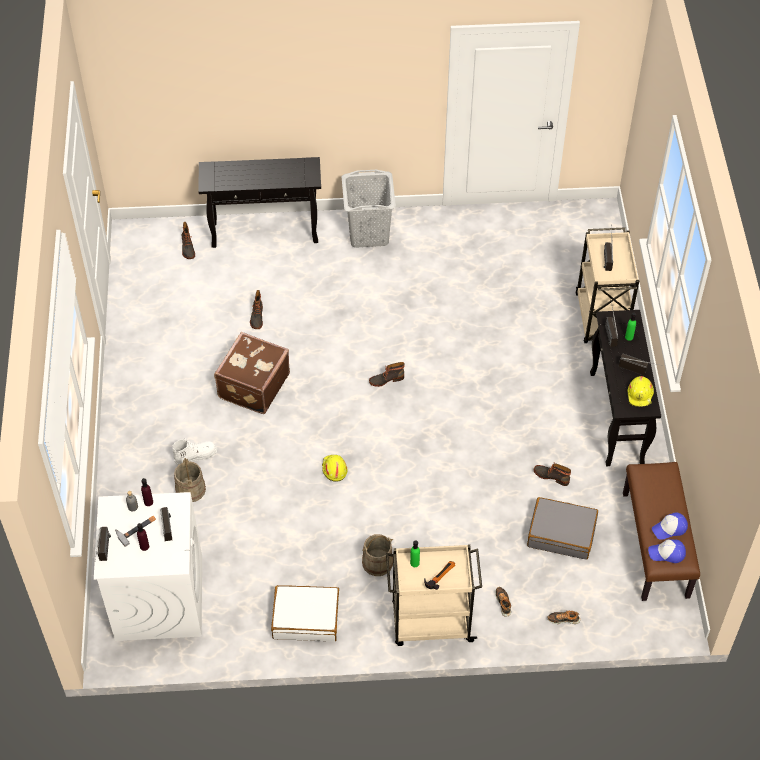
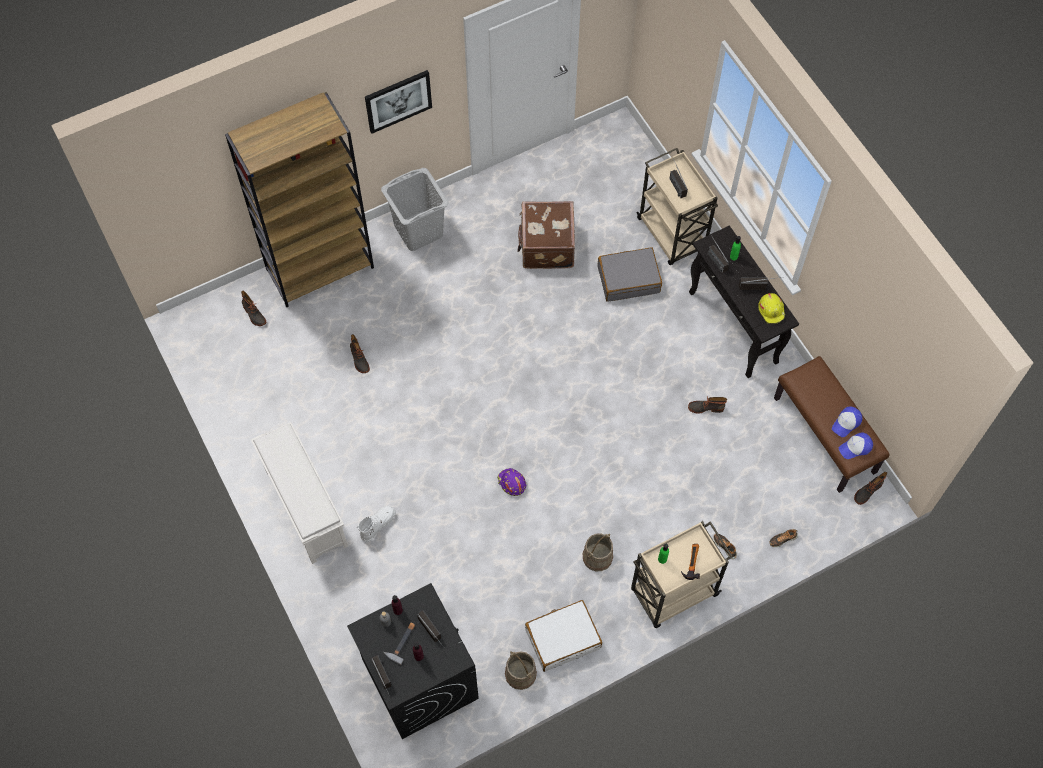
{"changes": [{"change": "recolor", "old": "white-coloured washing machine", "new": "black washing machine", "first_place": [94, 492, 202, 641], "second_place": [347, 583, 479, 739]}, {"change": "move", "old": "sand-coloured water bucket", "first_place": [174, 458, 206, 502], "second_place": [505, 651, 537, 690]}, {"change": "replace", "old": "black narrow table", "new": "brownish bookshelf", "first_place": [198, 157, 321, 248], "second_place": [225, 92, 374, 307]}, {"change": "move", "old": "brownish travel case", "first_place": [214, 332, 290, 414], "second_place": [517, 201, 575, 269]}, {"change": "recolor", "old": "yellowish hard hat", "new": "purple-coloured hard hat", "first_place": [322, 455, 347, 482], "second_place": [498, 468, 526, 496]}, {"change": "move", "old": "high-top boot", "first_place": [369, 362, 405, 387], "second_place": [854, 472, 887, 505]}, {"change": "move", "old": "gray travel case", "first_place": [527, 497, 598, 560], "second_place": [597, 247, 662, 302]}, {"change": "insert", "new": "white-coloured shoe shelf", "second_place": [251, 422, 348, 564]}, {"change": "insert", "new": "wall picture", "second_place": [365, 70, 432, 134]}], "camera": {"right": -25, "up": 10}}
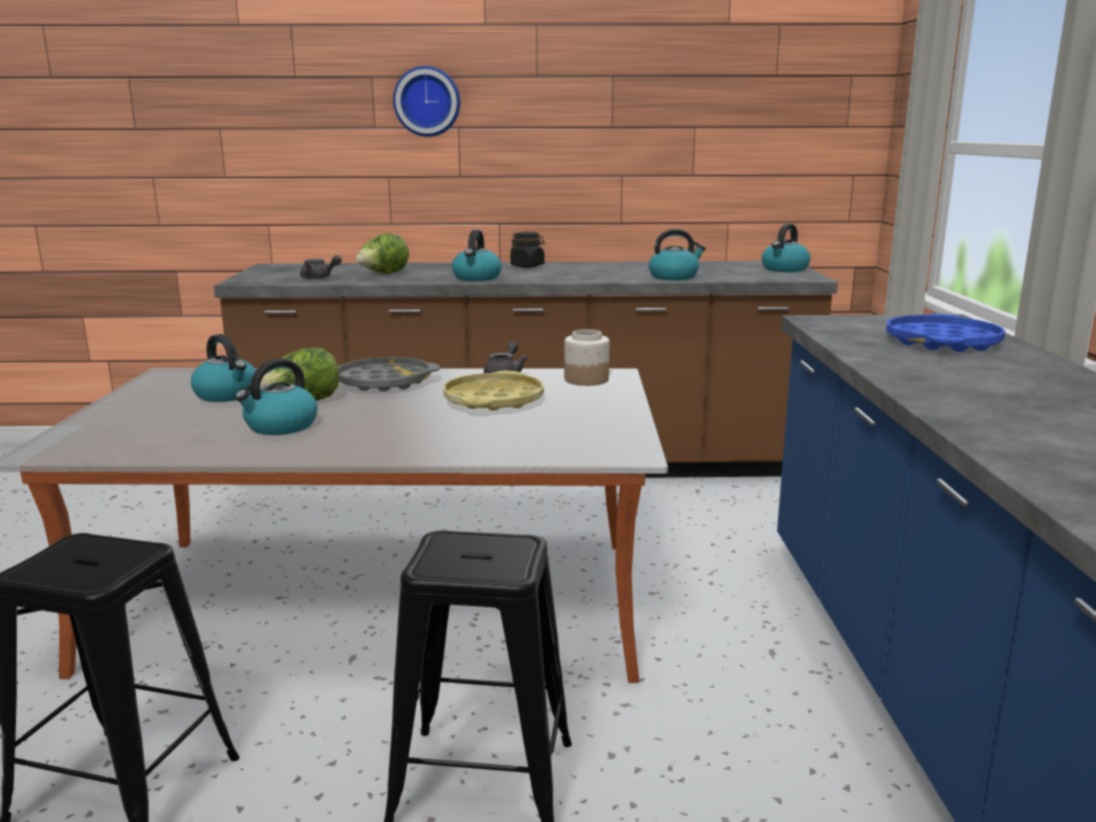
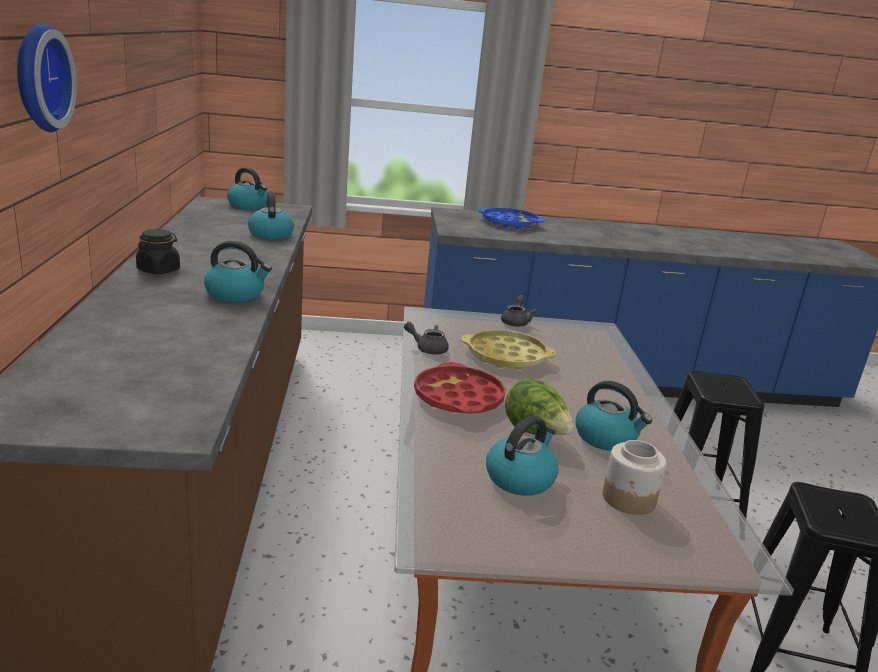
{"changes": [{"change": "move", "old": "gray pot for tea", "first_place": [300, 255, 342, 279], "second_place": [501, 295, 537, 327]}, {"change": "recolor", "old": "gray serving tray", "new": "reddish serving tray", "first_place": [338, 357, 440, 392], "second_place": [414, 362, 506, 414]}, {"change": "delete", "old": "head of lettuce", "first_place": [356, 233, 409, 274]}, {"change": "move", "old": "storage jar", "first_place": [564, 329, 609, 386], "second_place": [602, 440, 666, 515]}], "camera": {"right": -95, "up": 5}}
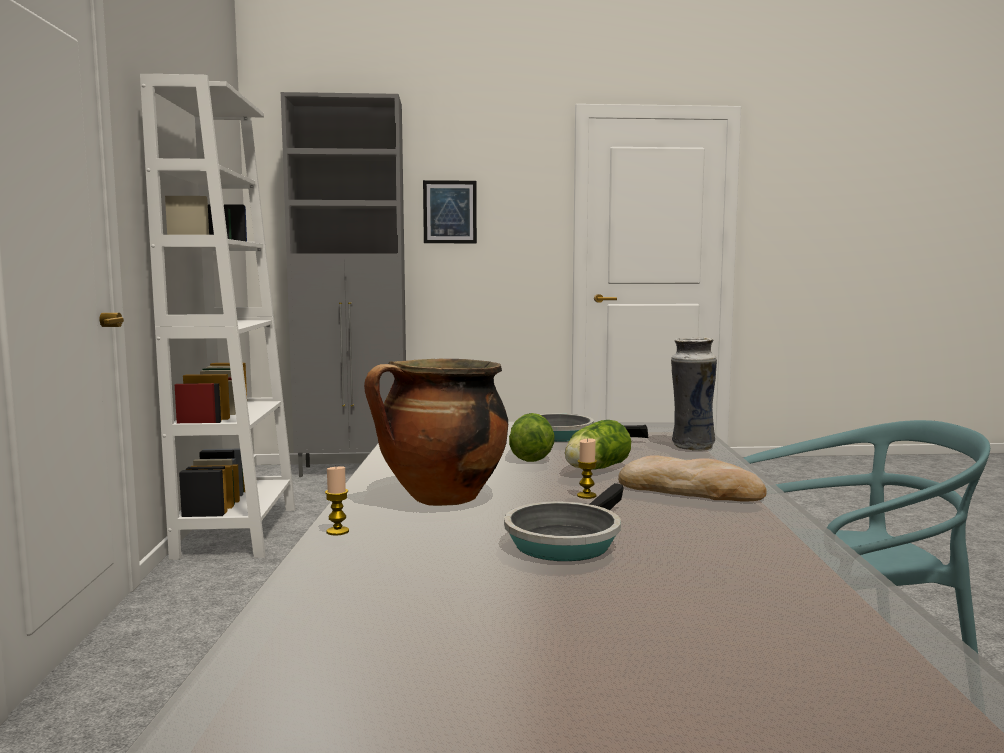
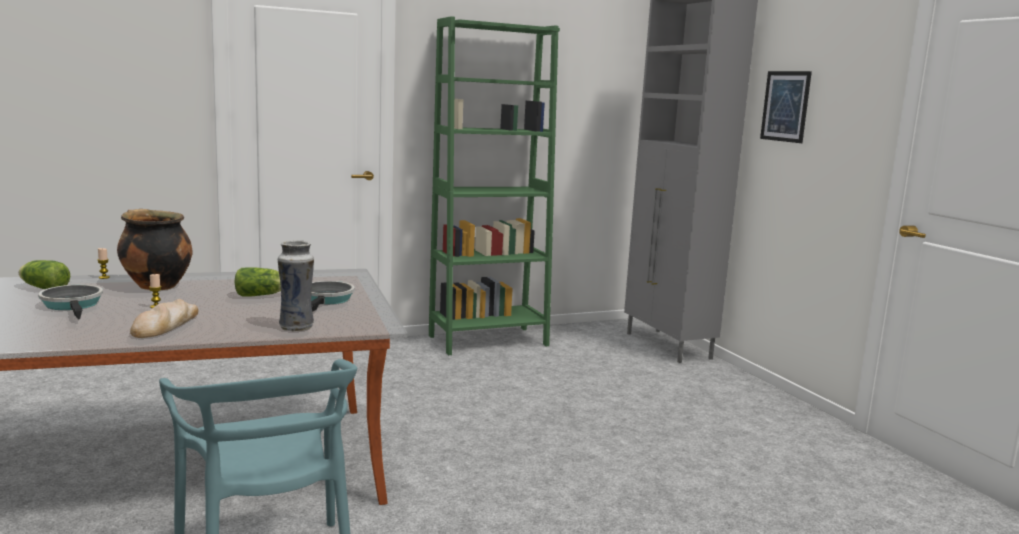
{"changes": [{"change": "recolor", "old": "white-coloured bookshelf", "new": "green-coloured bookshelf", "first_place": [140, 74, 295, 560], "second_place": [429, 16, 560, 355]}, {"change": "rotate", "old": "pan", "first_place": [504, 483, 624, 561], "second_place": [38, 285, 103, 320], "degrees": 45}, {"change": "move", "old": "head of lettuce", "first_place": [565, 420, 631, 470], "second_place": [19, 260, 70, 289]}], "camera": {"right": 70, "up": 5}}
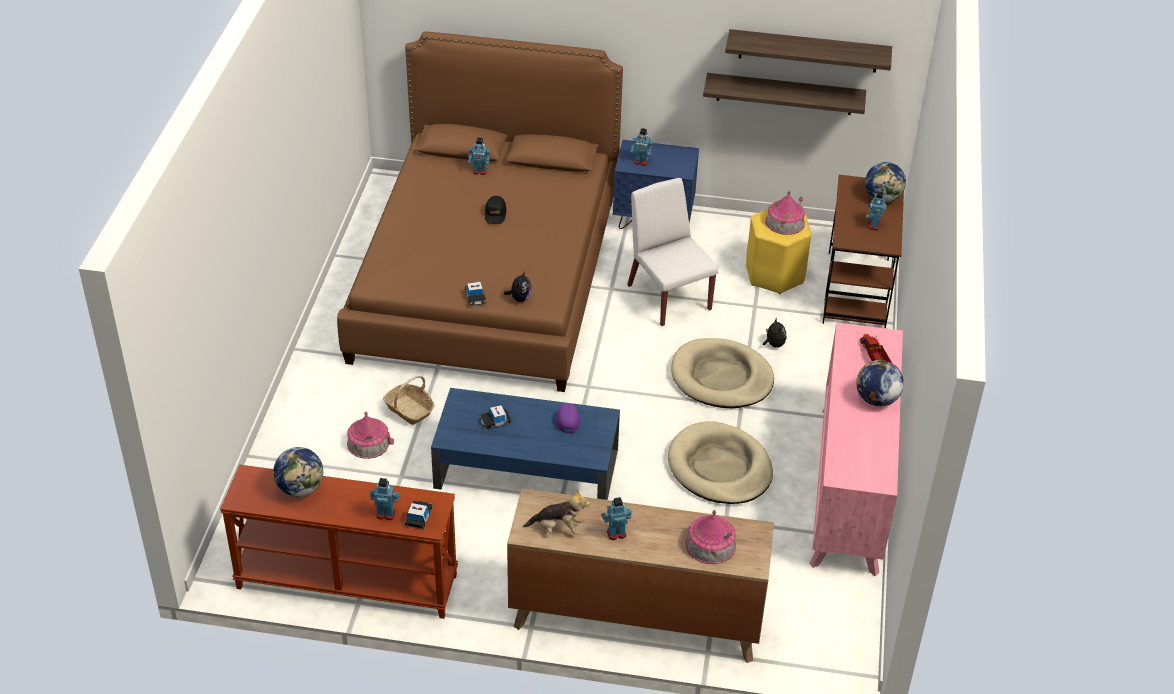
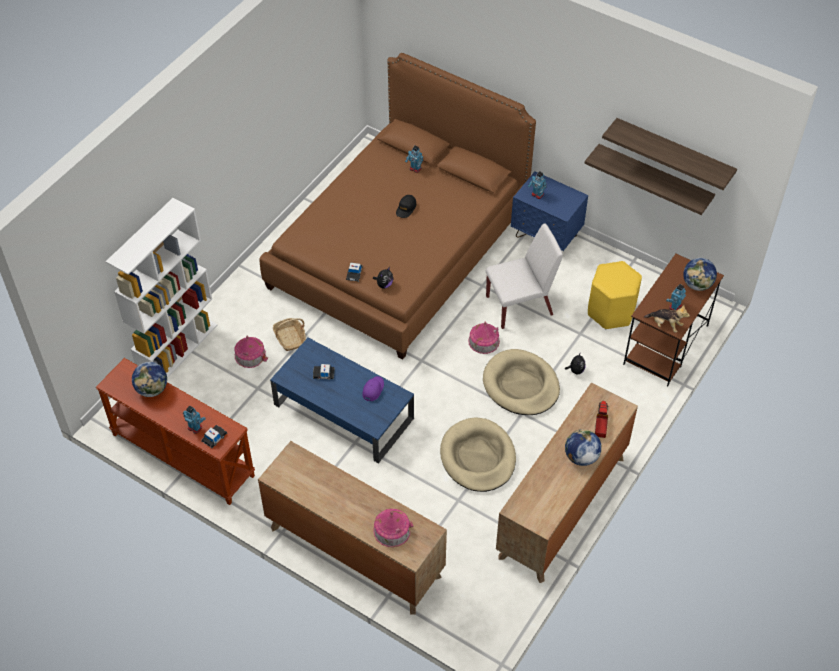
{"changes": [{"change": "move", "old": "soft toy", "first_place": [523, 489, 590, 534], "second_place": [644, 305, 690, 333]}, {"change": "delete", "old": "toy robot", "first_place": [601, 497, 632, 540]}, {"change": "rotate", "old": "white-coloured chair", "first_place": [627, 178, 718, 326], "second_place": [486, 223, 563, 329], "degrees": 75}, {"change": "move", "old": "toy house", "first_place": [765, 190, 805, 235], "second_place": [468, 322, 500, 354]}, {"change": "recolor", "old": "pinkish dresser", "new": "brownish dresser", "first_place": [810, 322, 903, 577], "second_place": [496, 383, 638, 583]}, {"change": "insert", "new": "white-coloured bookshelf", "second_place": [106, 198, 217, 378]}], "camera": {"right": 25, "up": 10}}
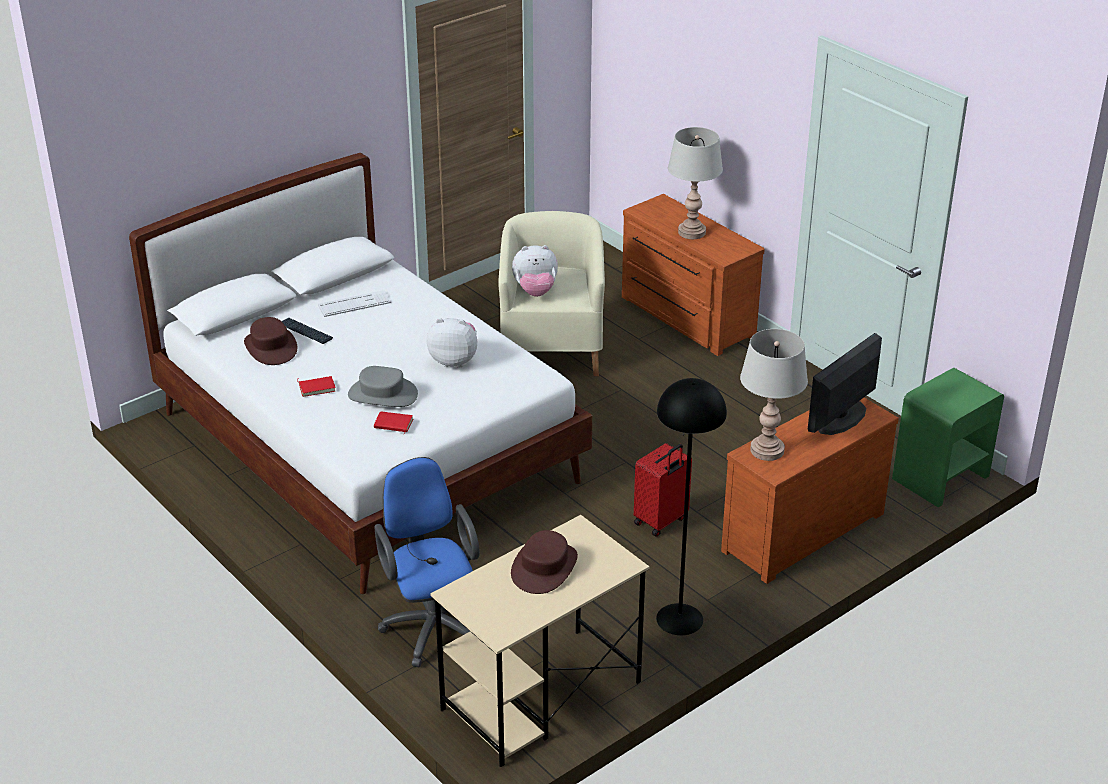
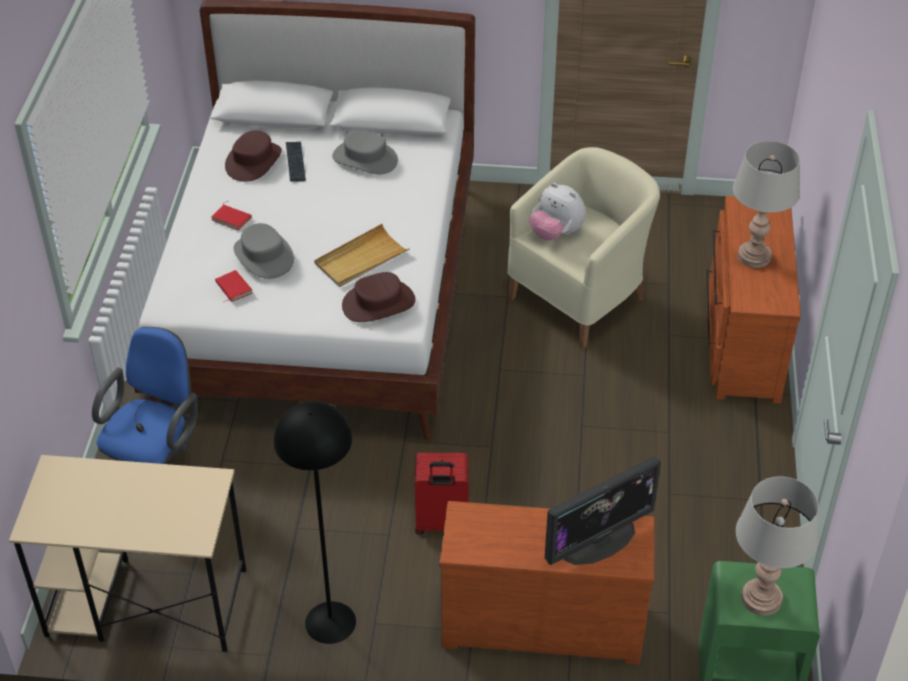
{"changes": [{"change": "replace", "old": "computer keyboard", "new": "gray hat", "first_place": [318, 290, 391, 317], "second_place": [332, 130, 398, 174]}, {"change": "replace", "old": "soft toy", "new": "sand-coloured serving tray", "first_place": [427, 318, 477, 368], "second_place": [314, 224, 410, 287]}, {"change": "move", "old": "brownish hat", "first_place": [511, 530, 578, 594], "second_place": [342, 272, 416, 322]}, {"change": "move", "old": "gray lamp for a table", "first_place": [740, 329, 808, 461], "second_place": [736, 476, 819, 616]}, {"change": "rotate", "old": "monitor", "first_place": [808, 333, 882, 435], "second_place": [545, 456, 661, 565], "degrees": 150}], "camera": {"right": 45, "up": 10}}
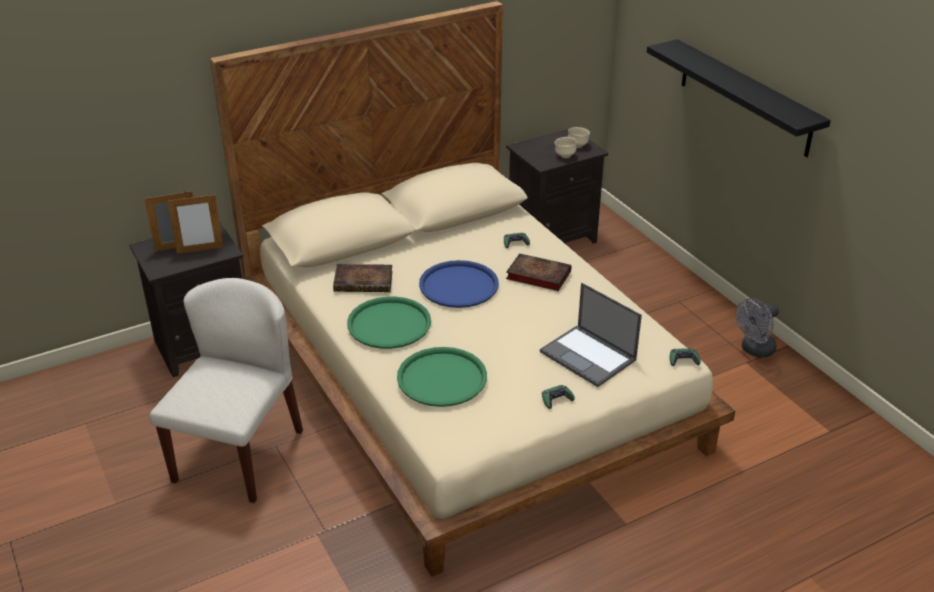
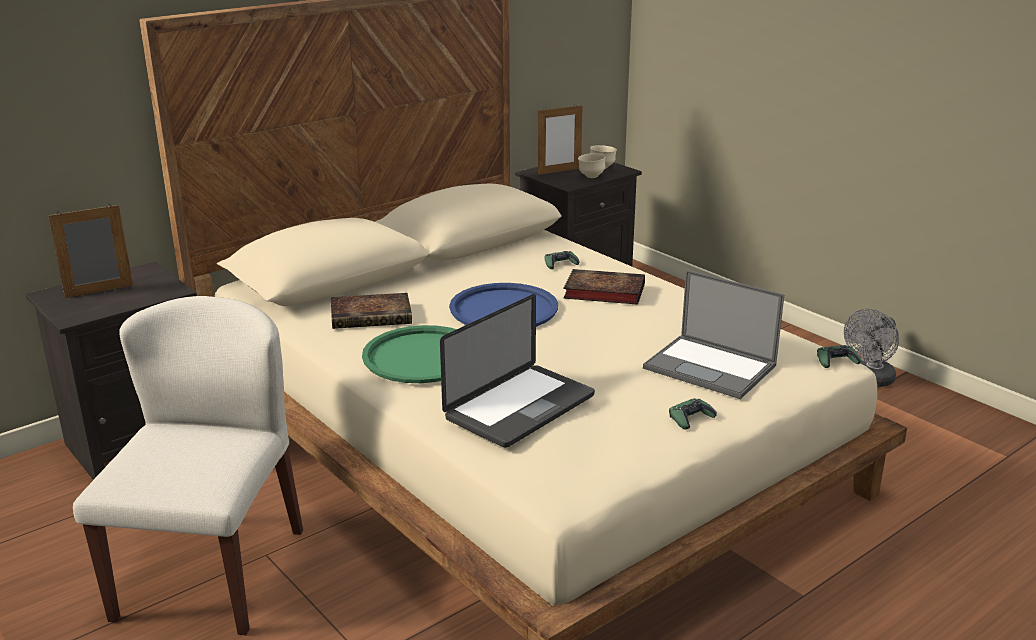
{"changes": [{"change": "move", "old": "standing frame", "first_place": [167, 193, 223, 254], "second_place": [538, 105, 583, 175]}, {"change": "replace", "old": "green-coloured serving tray", "new": "notebook computer", "first_place": [397, 347, 487, 407], "second_place": [440, 294, 595, 448]}, {"change": "delete", "old": "black bracket shelf", "first_place": [647, 39, 831, 157]}], "camera": {"right": -10, "up": -10}}
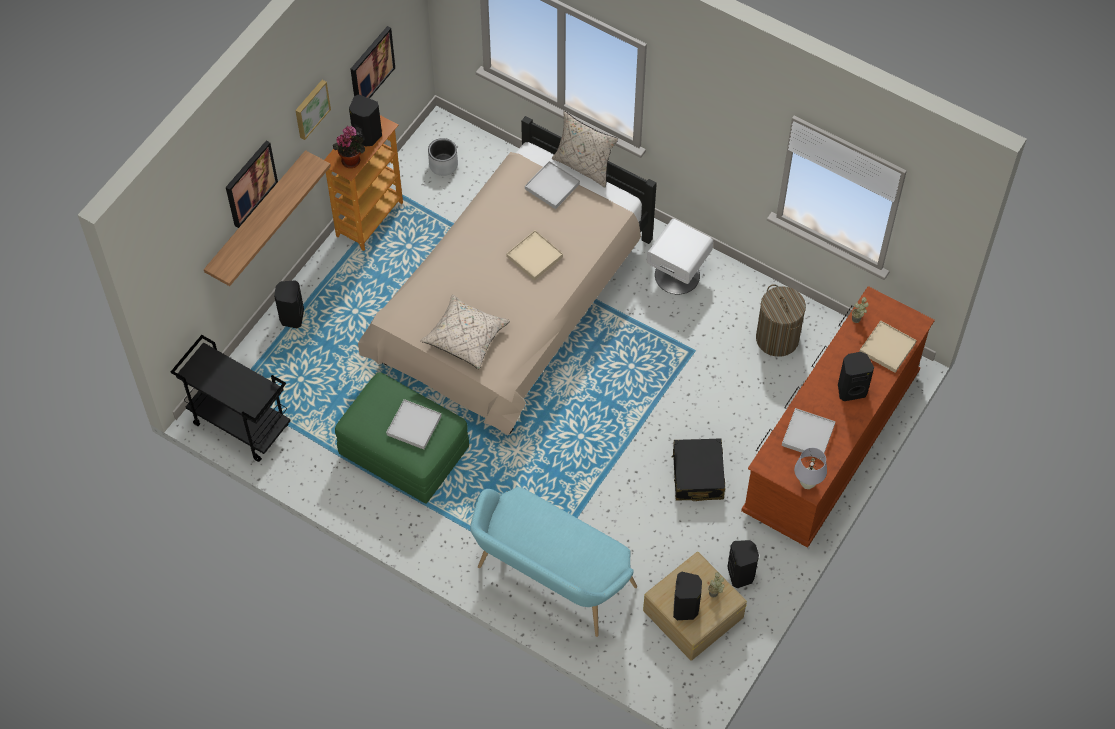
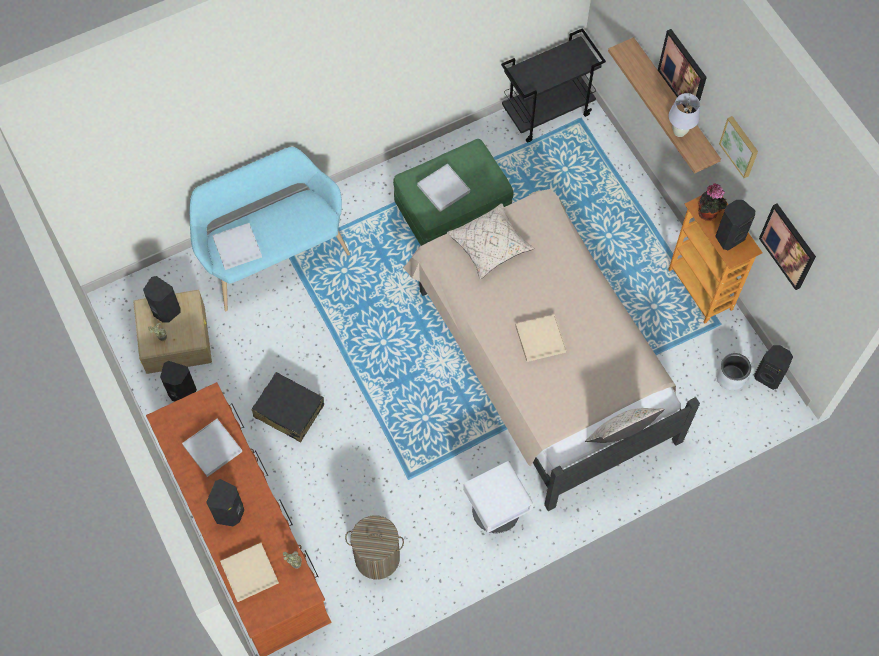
{"changes": [{"change": "move", "old": "black speaker", "first_place": [274, 280, 304, 328], "second_place": [754, 345, 793, 390]}, {"change": "move", "old": "white-coloured serving tray", "first_place": [525, 161, 580, 209], "second_place": [212, 223, 262, 270]}, {"change": "move", "old": "white-coloured lamp for a table", "first_place": [794, 448, 827, 489], "second_place": [668, 93, 700, 137]}], "camera": {"right": 120, "up": 5}}
